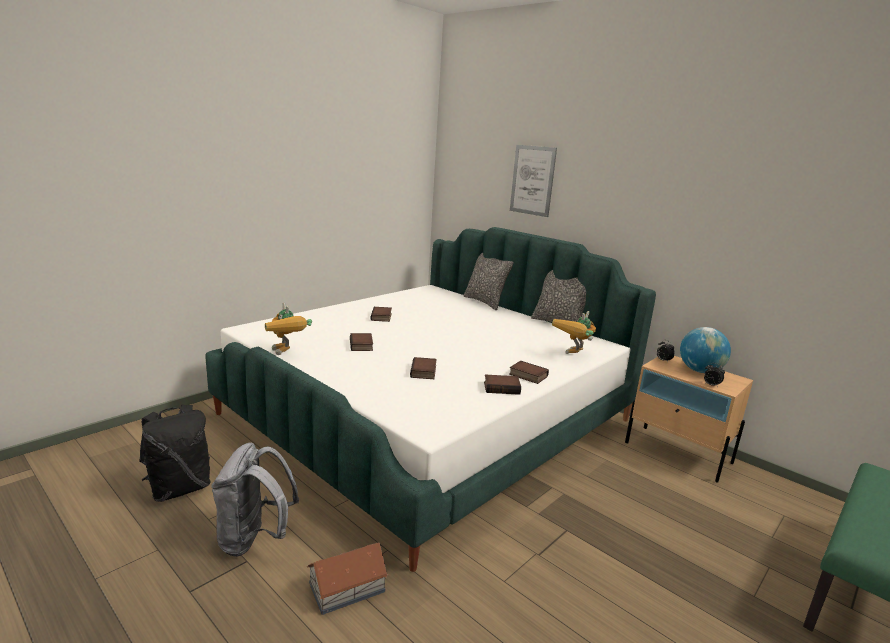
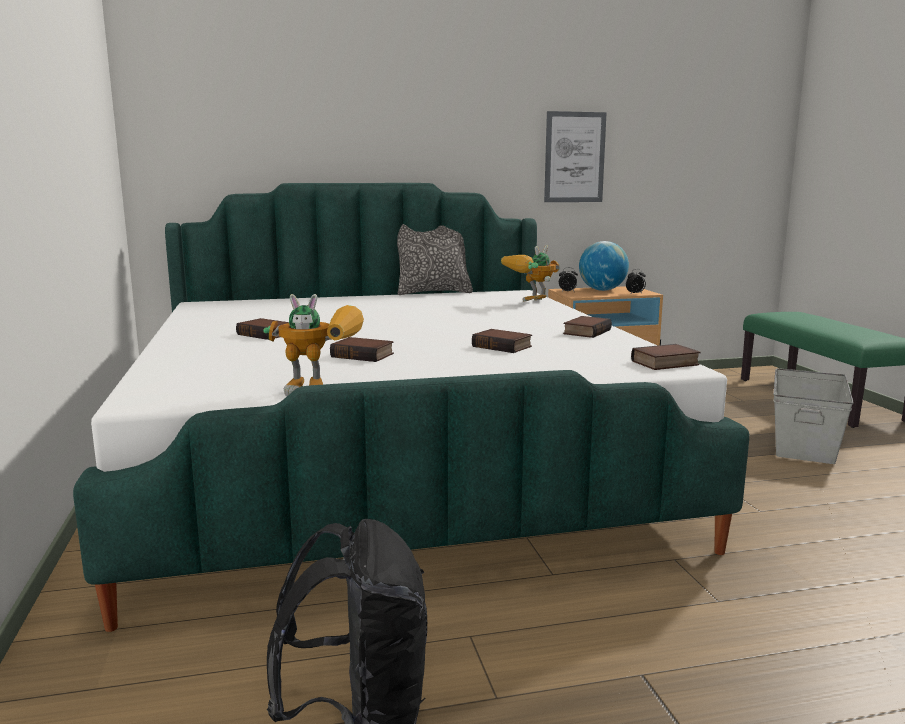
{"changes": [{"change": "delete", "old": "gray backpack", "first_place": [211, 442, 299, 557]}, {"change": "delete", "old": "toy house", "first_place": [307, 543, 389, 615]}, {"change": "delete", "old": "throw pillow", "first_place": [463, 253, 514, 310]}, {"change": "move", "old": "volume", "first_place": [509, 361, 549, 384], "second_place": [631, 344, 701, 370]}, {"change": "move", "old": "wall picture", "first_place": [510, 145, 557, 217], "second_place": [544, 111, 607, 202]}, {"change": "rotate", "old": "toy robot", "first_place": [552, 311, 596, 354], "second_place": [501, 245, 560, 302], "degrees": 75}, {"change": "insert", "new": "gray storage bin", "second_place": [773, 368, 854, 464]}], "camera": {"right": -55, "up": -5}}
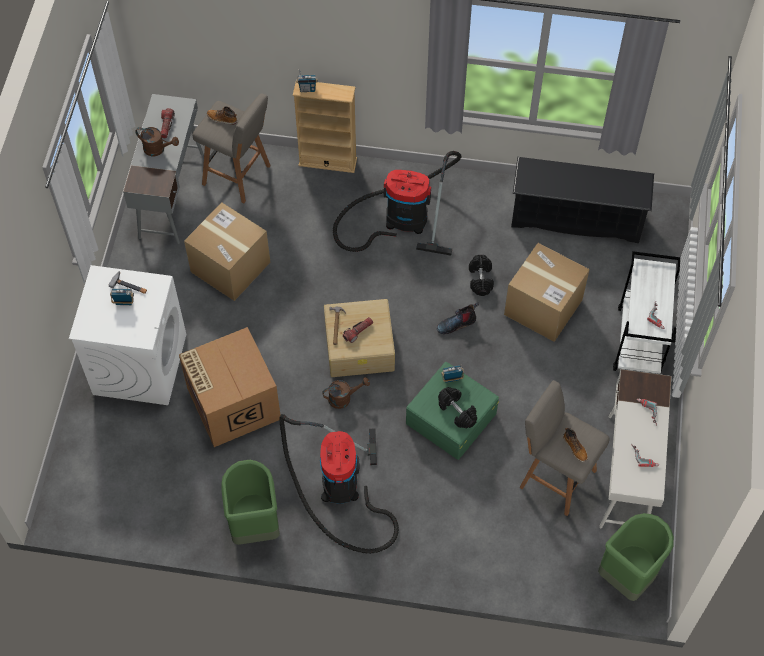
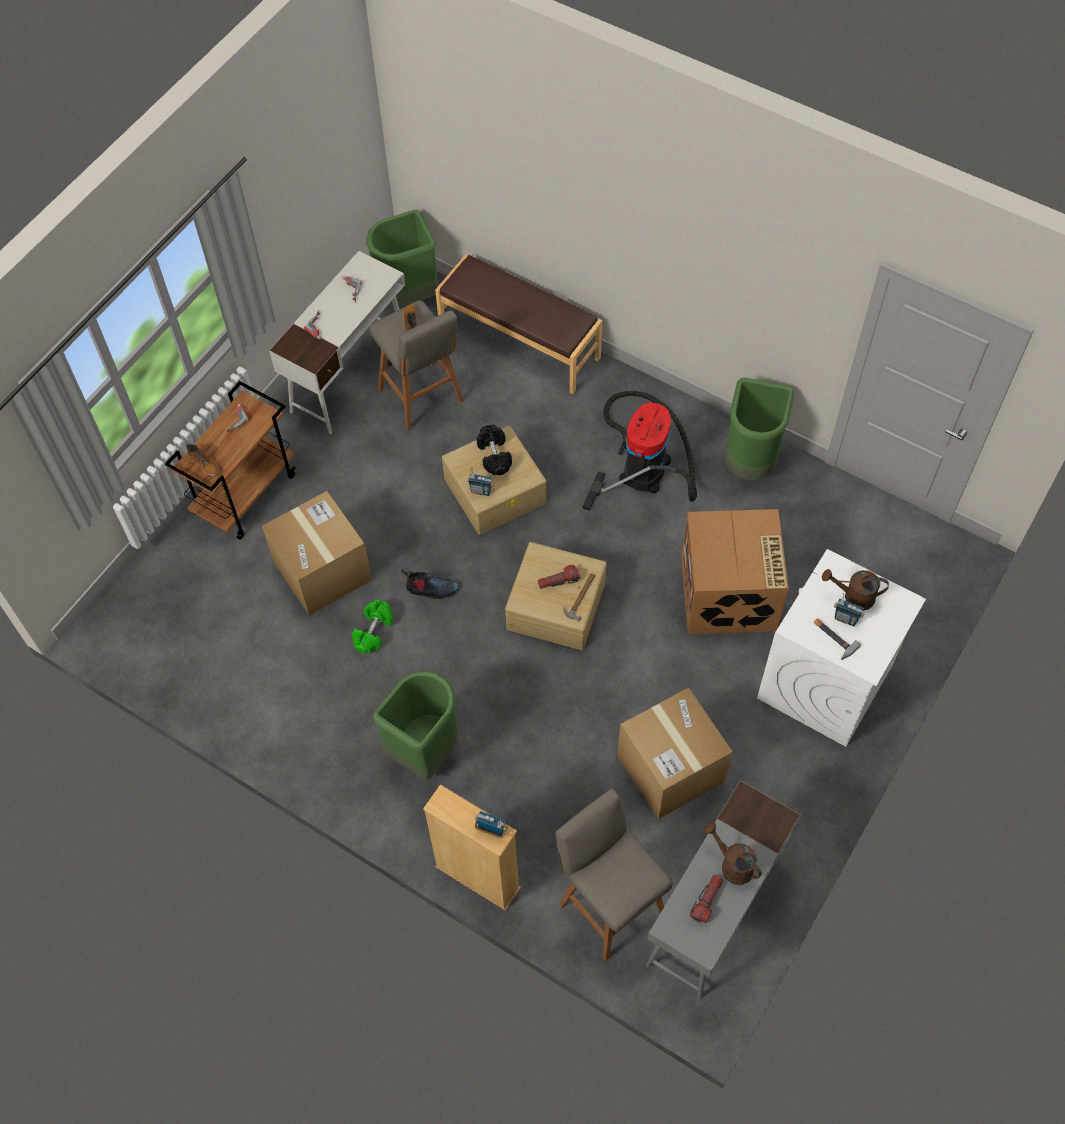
{"changes": [{"change": "move", "old": "high-top boot", "first_place": [207, 107, 237, 125], "second_place": [186, 444, 219, 476]}, {"change": "move", "old": "brownish watering can", "first_place": [322, 377, 370, 409], "second_place": [822, 569, 889, 610]}, {"change": "replace", "old": "vacuum cleaner", "new": "green-coloured waste bin", "first_place": [333, 151, 462, 255], "second_place": [373, 671, 458, 780]}, {"change": "recolor", "old": "green-coloured storage bin", "new": "sand-coloured storage bin", "first_place": [406, 362, 499, 460], "second_place": [442, 426, 546, 535]}, {"change": "recolor", "old": "black free weight", "new": "green-coloured free weight", "first_place": [469, 255, 494, 296], "second_place": [352, 600, 393, 654]}, {"change": "delete", "old": "black shoe shelf", "first_place": [511, 157, 654, 243]}, {"change": "recolor", "old": "white-coloured trolley", "new": "brownish trolley", "first_place": [613, 251, 680, 375], "second_place": [165, 381, 296, 540]}, {"change": "insert", "new": "brownish long seat", "second_place": [435, 254, 602, 394]}], "camera": {"right": -155, "up": 0}}
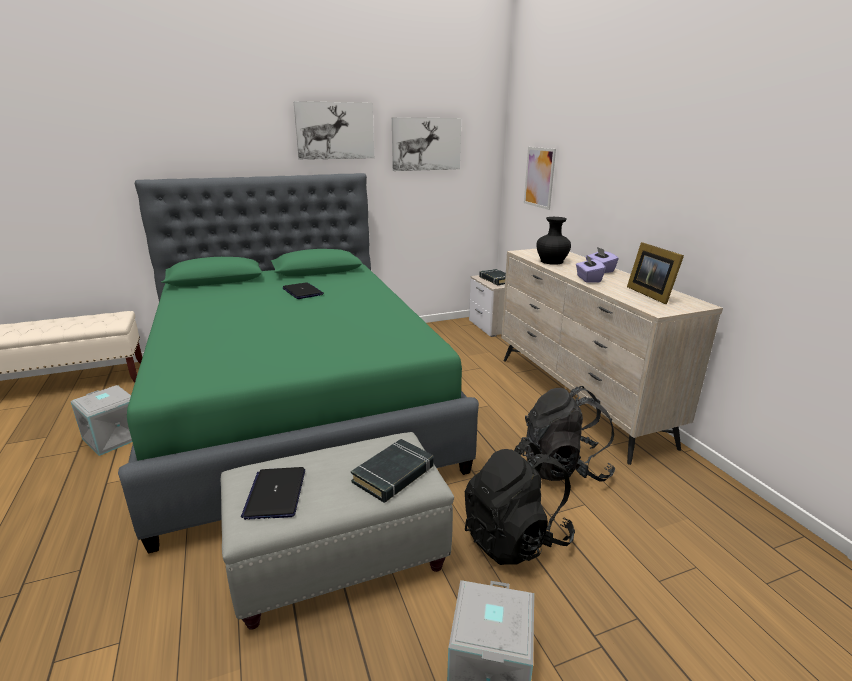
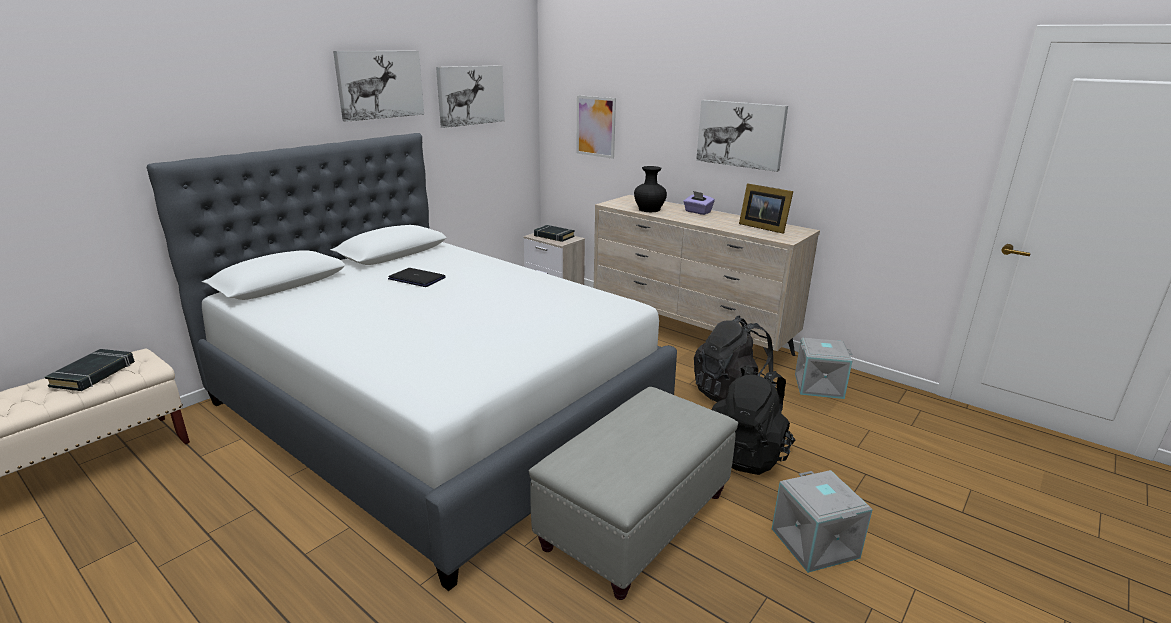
{"changes": [{"change": "move", "old": "gray storage bin", "first_place": [71, 385, 132, 456], "second_place": [795, 338, 853, 399]}, {"change": "recolor", "old": "green-coloured bedroom bed", "new": "white-coloured bedroom bed", "first_place": [118, 173, 479, 554], "second_place": [147, 133, 677, 591]}, {"change": "delete", "old": "notebook computer", "first_place": [241, 467, 305, 520]}, {"change": "move", "old": "black volume", "first_place": [351, 439, 434, 503], "second_place": [45, 349, 135, 391]}, {"change": "delete", "old": "purple-coloured tissue box", "first_place": [576, 255, 606, 283]}, {"change": "insert", "new": "wall picture", "second_place": [696, 100, 788, 172]}], "camera": {"right": -30, "up": 0}}
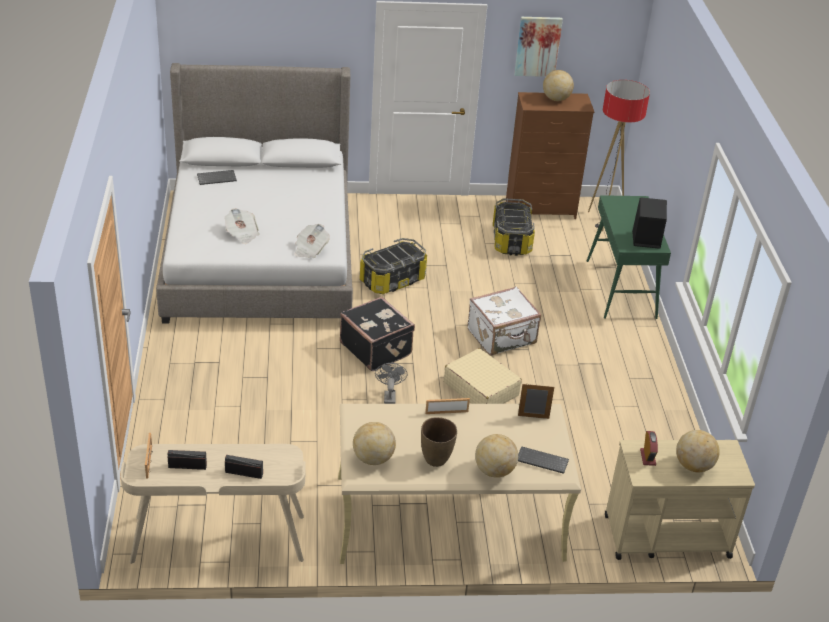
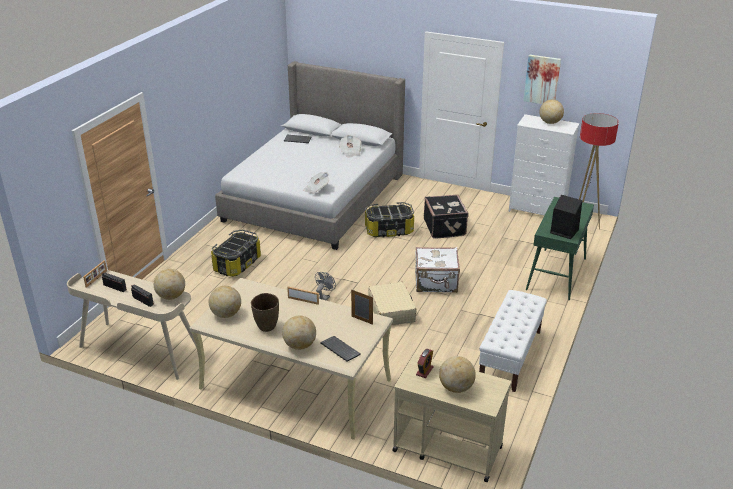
{"changes": [{"change": "move", "old": "daily paper", "first_place": [224, 208, 260, 244], "second_place": [339, 135, 362, 158]}, {"change": "move", "old": "black travel case", "first_place": [340, 297, 415, 371], "second_place": [424, 194, 468, 238]}, {"change": "move", "old": "storage bin", "first_place": [493, 198, 535, 256], "second_place": [211, 229, 261, 277]}, {"change": "recolor", "old": "brownish dresser", "new": "white-coloured dresser", "first_place": [506, 92, 594, 219], "second_place": [509, 114, 580, 216]}, {"change": "insert", "new": "world globe", "second_place": [154, 269, 185, 300]}, {"change": "insert", "new": "white-coloured long seat", "second_place": [479, 290, 547, 392]}], "camera": {"right": 30, "up": -5}}
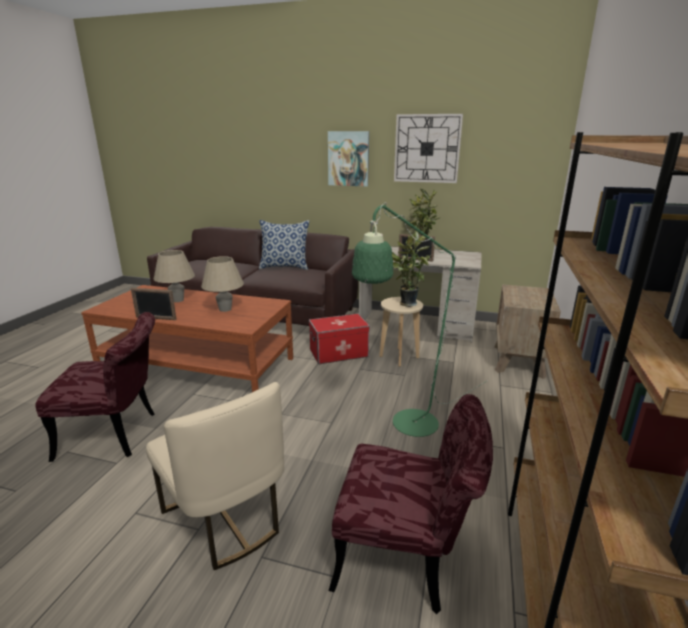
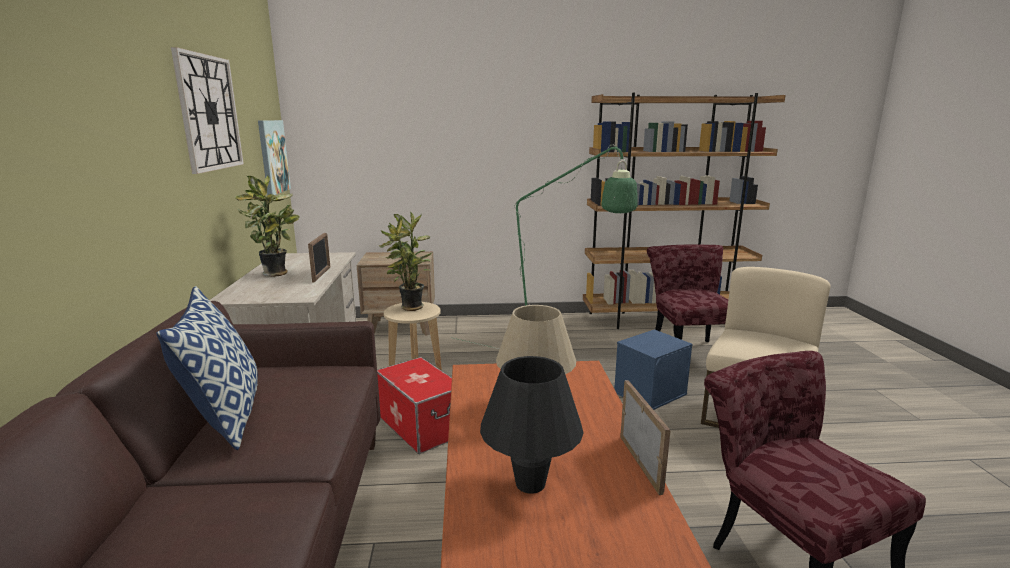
{"changes": [{"change": "recolor", "old": "sand-coloured lamp for a table", "new": "black lamp for a table", "first_place": [153, 250, 195, 302], "second_place": [480, 356, 583, 494]}, {"change": "move", "old": "wall picture", "first_place": [328, 131, 369, 186], "second_place": [258, 120, 291, 196]}, {"change": "insert", "new": "blue-coloured storage bin", "second_place": [614, 329, 693, 410]}], "camera": {"right": -110, "up": -5}}
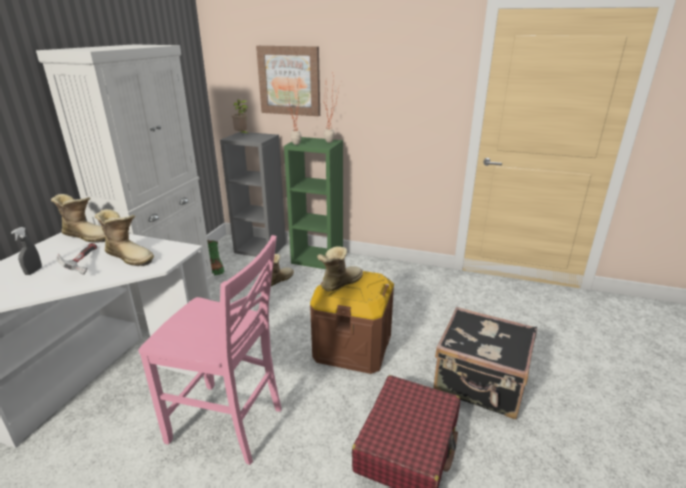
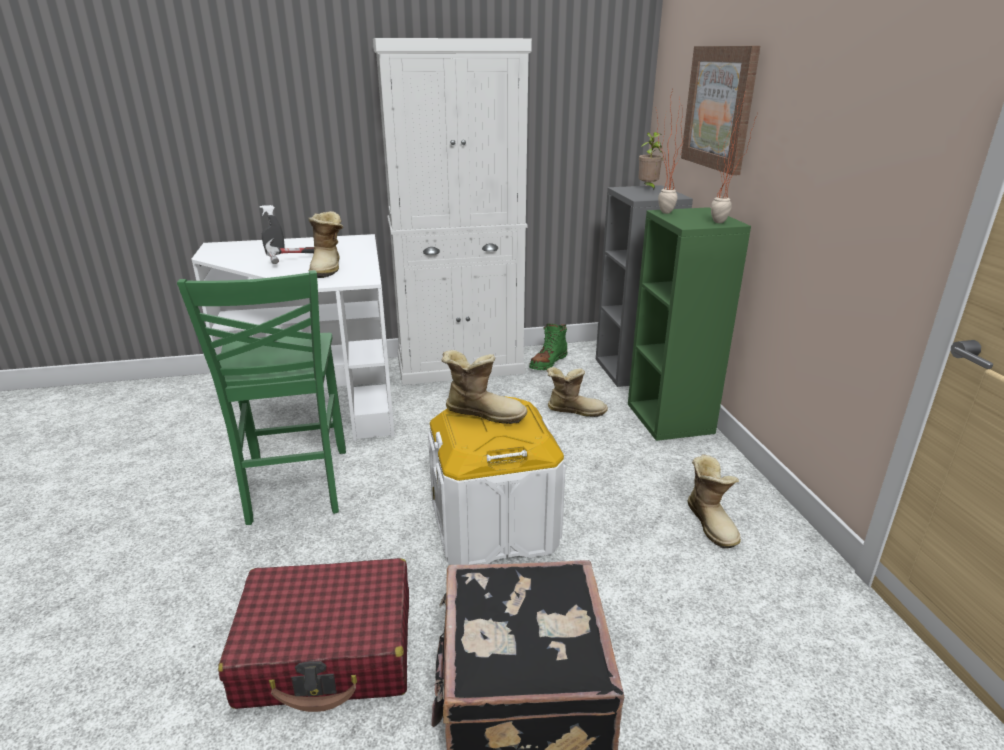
{"changes": [{"change": "move", "old": "high-top boot", "first_place": [51, 194, 105, 243], "second_place": [687, 454, 741, 548]}, {"change": "recolor", "old": "pinkish chair", "new": "green-coloured chair", "first_place": [138, 235, 281, 465], "second_place": [177, 270, 346, 525]}, {"change": "recolor", "old": "brownish storage bin", "new": "white-coloured storage bin", "first_place": [310, 271, 394, 374], "second_place": [428, 396, 566, 565]}], "camera": {"right": 60, "up": 0}}
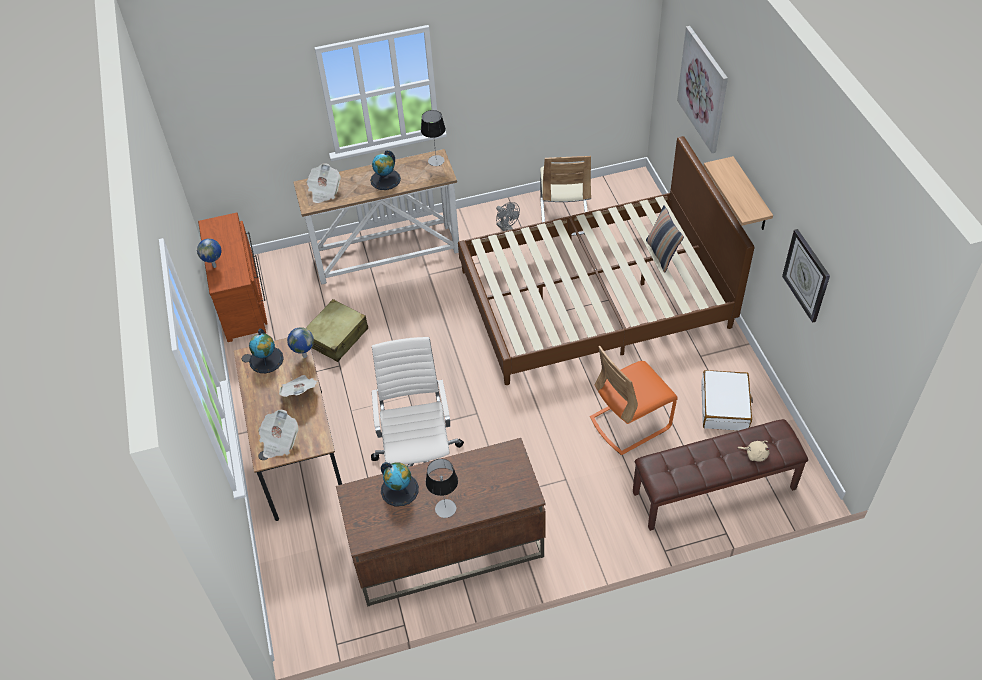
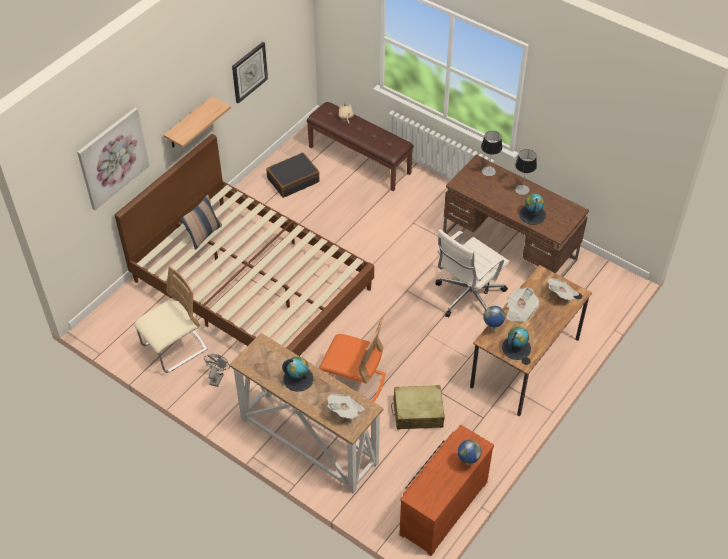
{"changes": [{"change": "move", "old": "lamp for a table", "first_place": [421, 110, 446, 166], "second_place": [481, 131, 502, 176]}, {"change": "move", "old": "orange-coloured chair", "first_place": [590, 346, 678, 455], "second_place": [319, 317, 386, 402]}, {"change": "recolor", "old": "white-coloured travel case", "new": "black travel case", "first_place": [701, 370, 753, 431], "second_place": [267, 153, 320, 198]}], "camera": {"right": -130, "up": 0}}
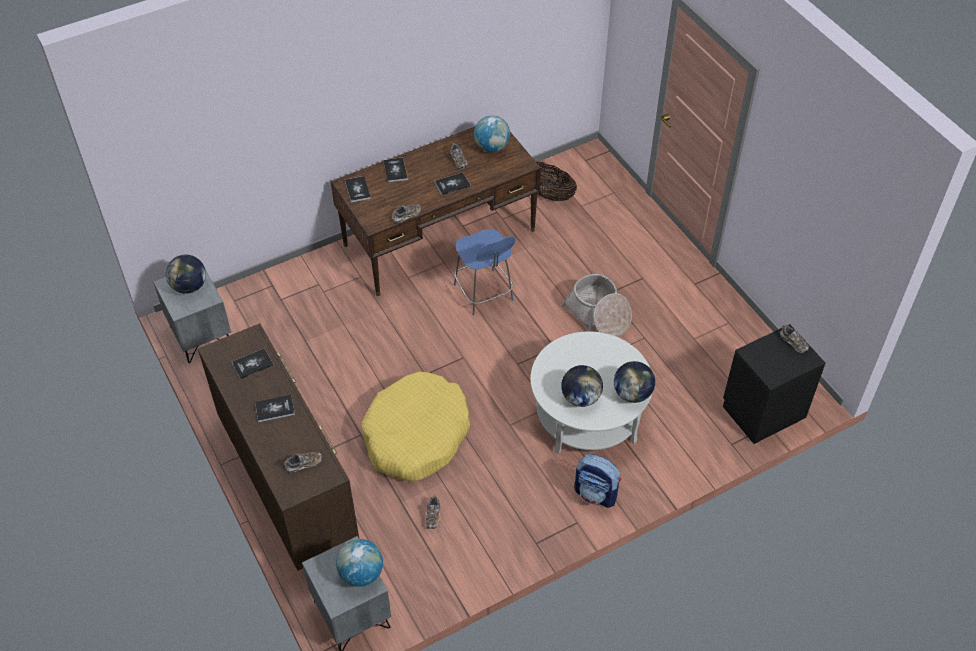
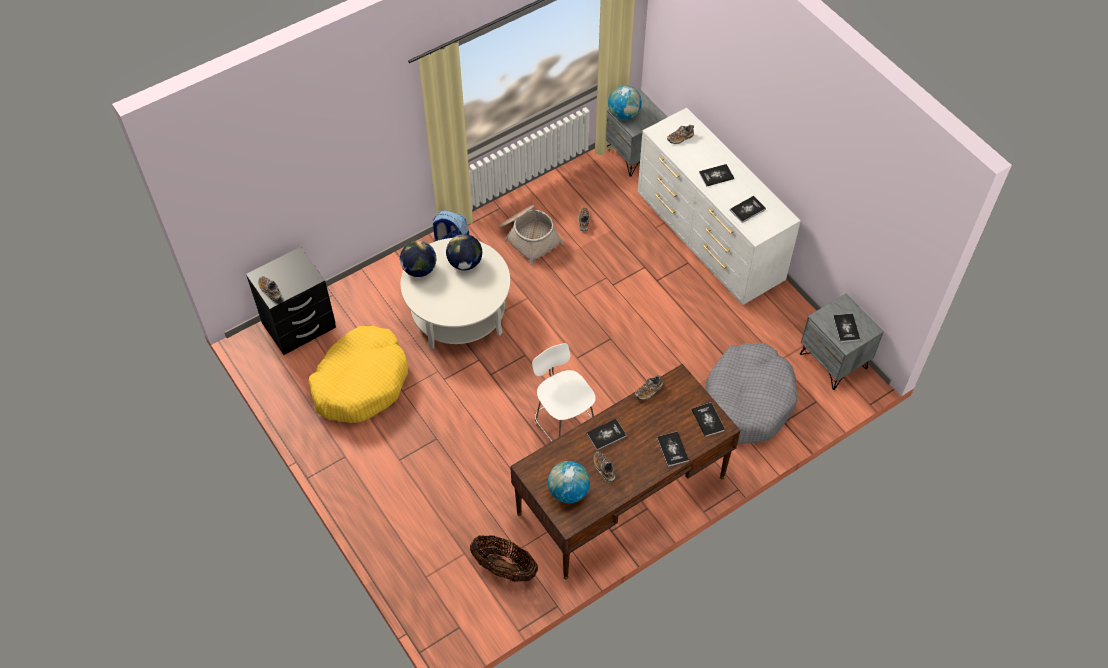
{"changes": [{"change": "replace", "old": "world globe", "new": "volume", "first_place": [166, 255, 206, 294], "second_place": [833, 313, 860, 342]}, {"change": "recolor", "old": "brownish dresser", "new": "white-coloured dresser", "first_place": [198, 323, 359, 571], "second_place": [638, 108, 801, 305]}, {"change": "move", "old": "yellowish dog cushion", "first_place": [361, 372, 470, 481], "second_place": [309, 326, 408, 423]}, {"change": "recolor", "old": "blue-coloured chair", "new": "white-coloured chair", "first_place": [454, 229, 516, 315], "second_place": [532, 343, 595, 442]}, {"change": "move", "old": "basket", "first_place": [561, 274, 632, 337], "second_place": [499, 205, 564, 266]}, {"change": "insert", "new": "gray dog cushion", "second_place": [705, 342, 797, 444]}], "camera": {"right": 175, "up": 5}}
